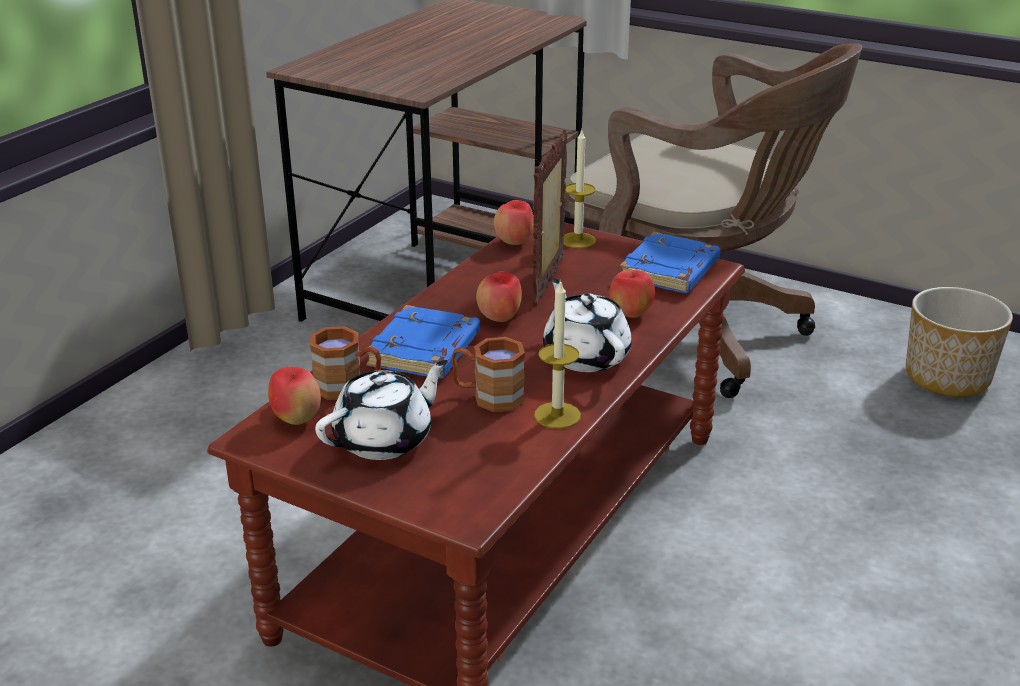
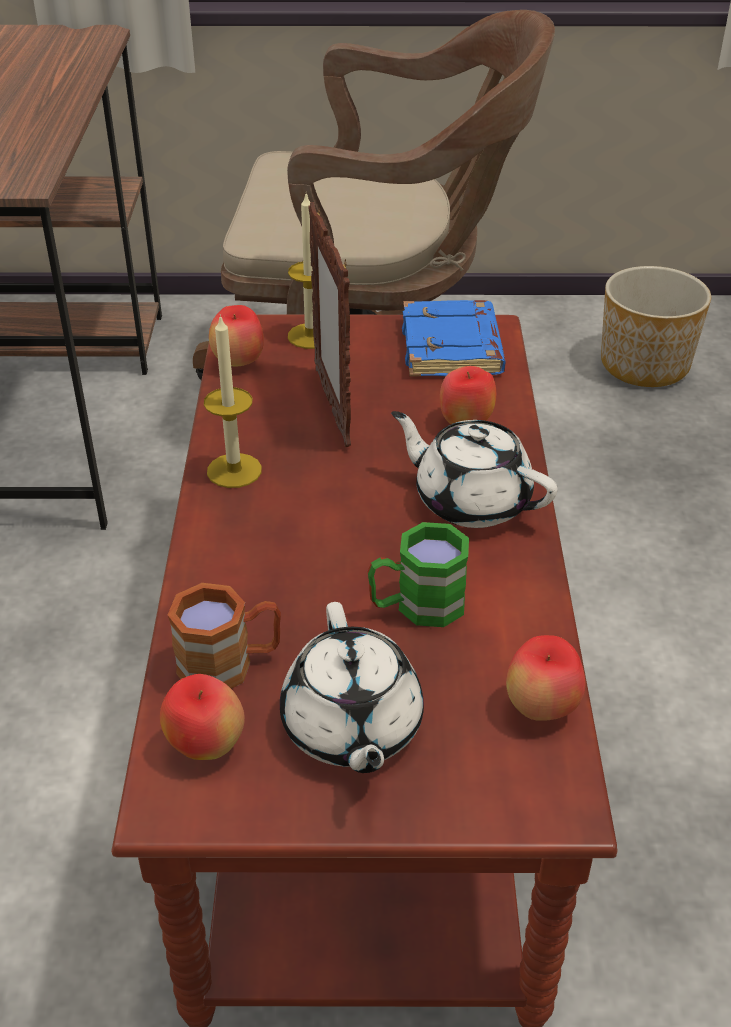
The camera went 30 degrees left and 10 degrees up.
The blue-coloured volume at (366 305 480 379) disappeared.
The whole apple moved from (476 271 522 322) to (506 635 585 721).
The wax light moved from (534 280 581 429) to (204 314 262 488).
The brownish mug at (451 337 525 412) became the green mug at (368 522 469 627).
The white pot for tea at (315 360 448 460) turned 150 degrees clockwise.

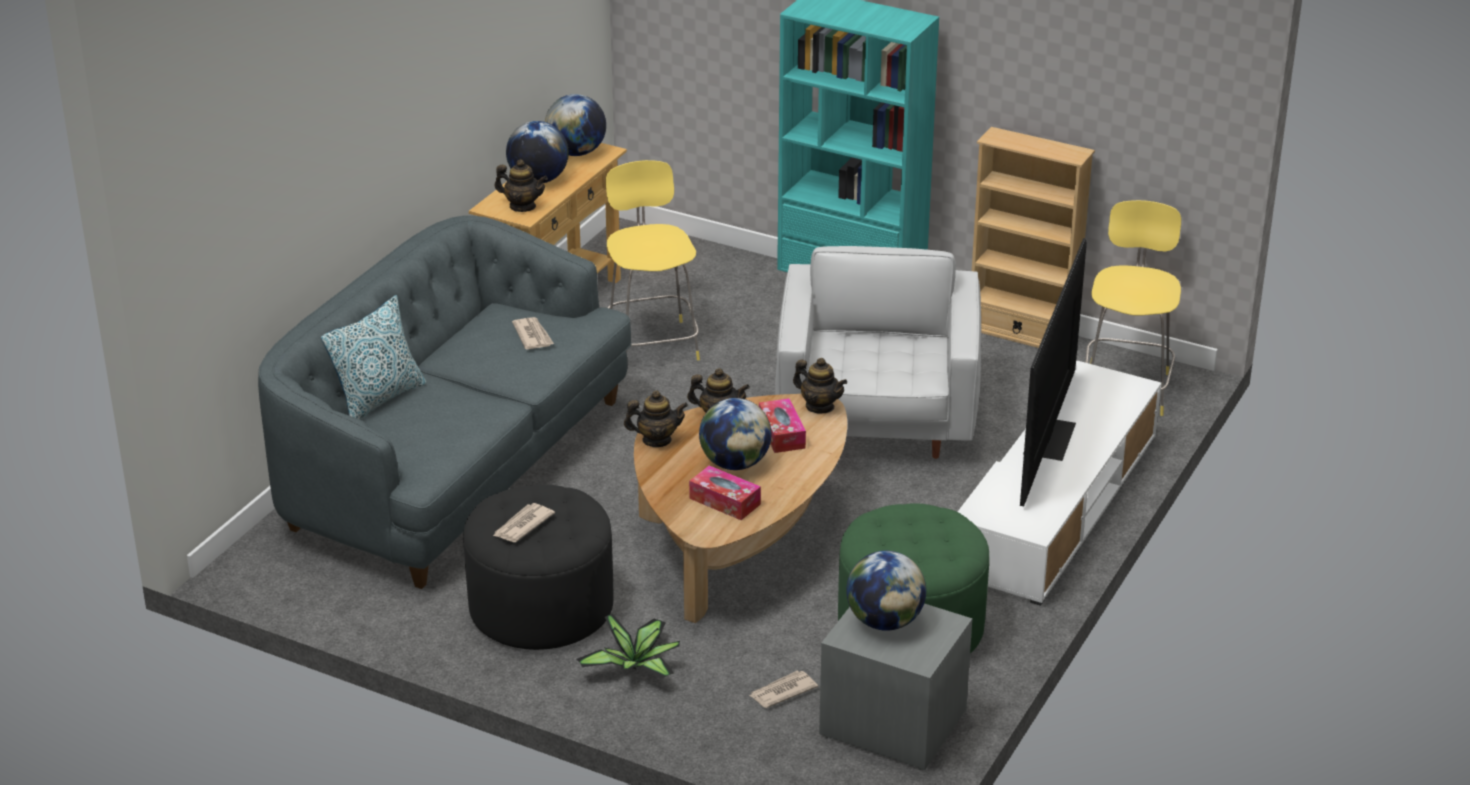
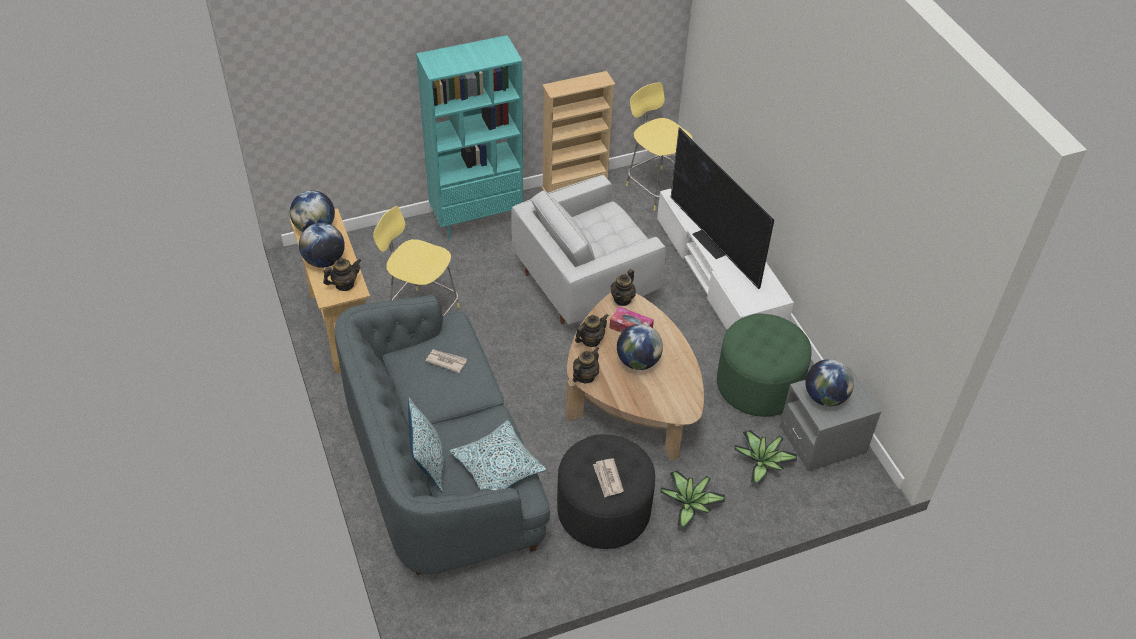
The camera went 50 degrees left and 15 degrees up.
The tissue holder at (689 465 761 520) disappeared.
The throw pillow at (449 421 547 490) appeared.
The daily paper at (749 671 818 708) was replaced by the houseplant at (734 430 797 484).
The white lounge chair at (775 246 981 459) turned 75 degrees counterclockwise.
The pot for tea at (793 358 847 413) turned 135 degrees clockwise.

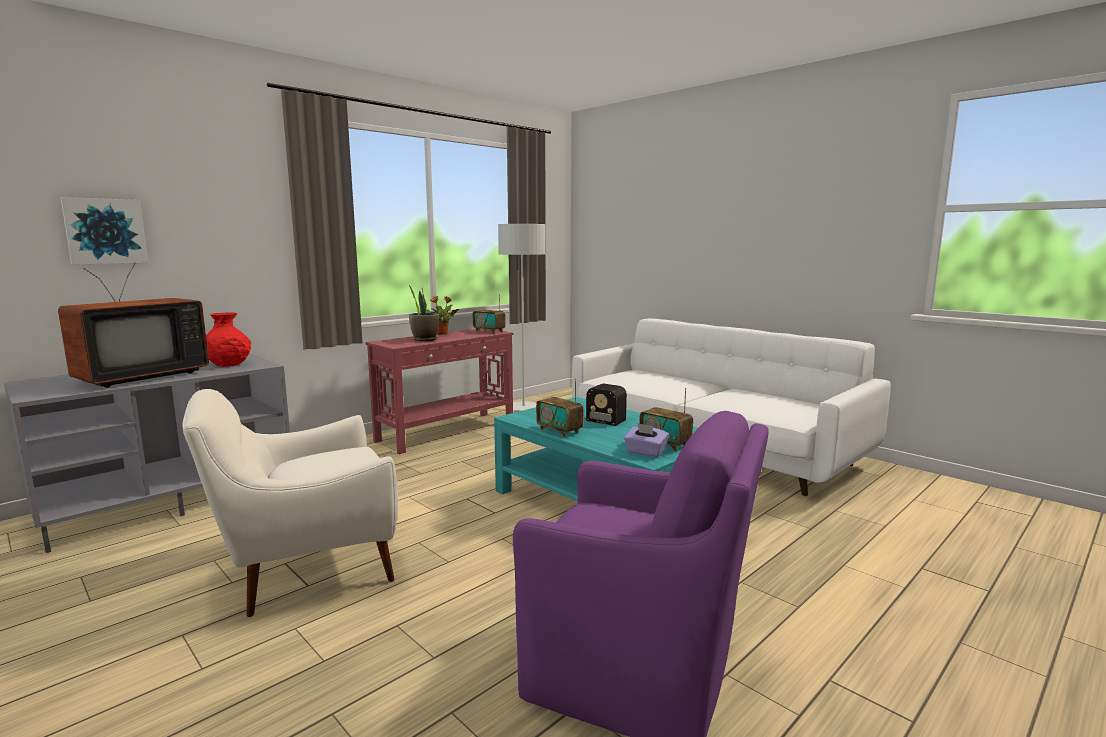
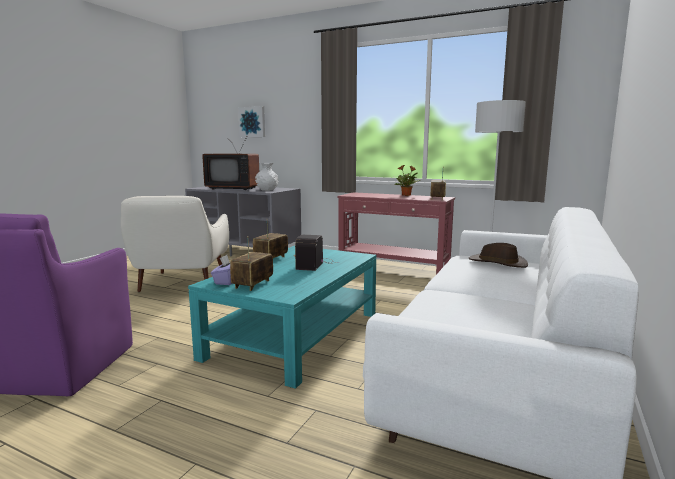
The camera went 70 degrees right and 0 degrees up.
The houseplant at (409 286 439 341) disappeared.
The brownish wearable hat at (469 243 528 268) appeared.
The red vase at (206 313 251 367) became the white vase at (255 163 279 191).
The white lounge chair at (182 389 398 617) turned 135 degrees counterclockwise.

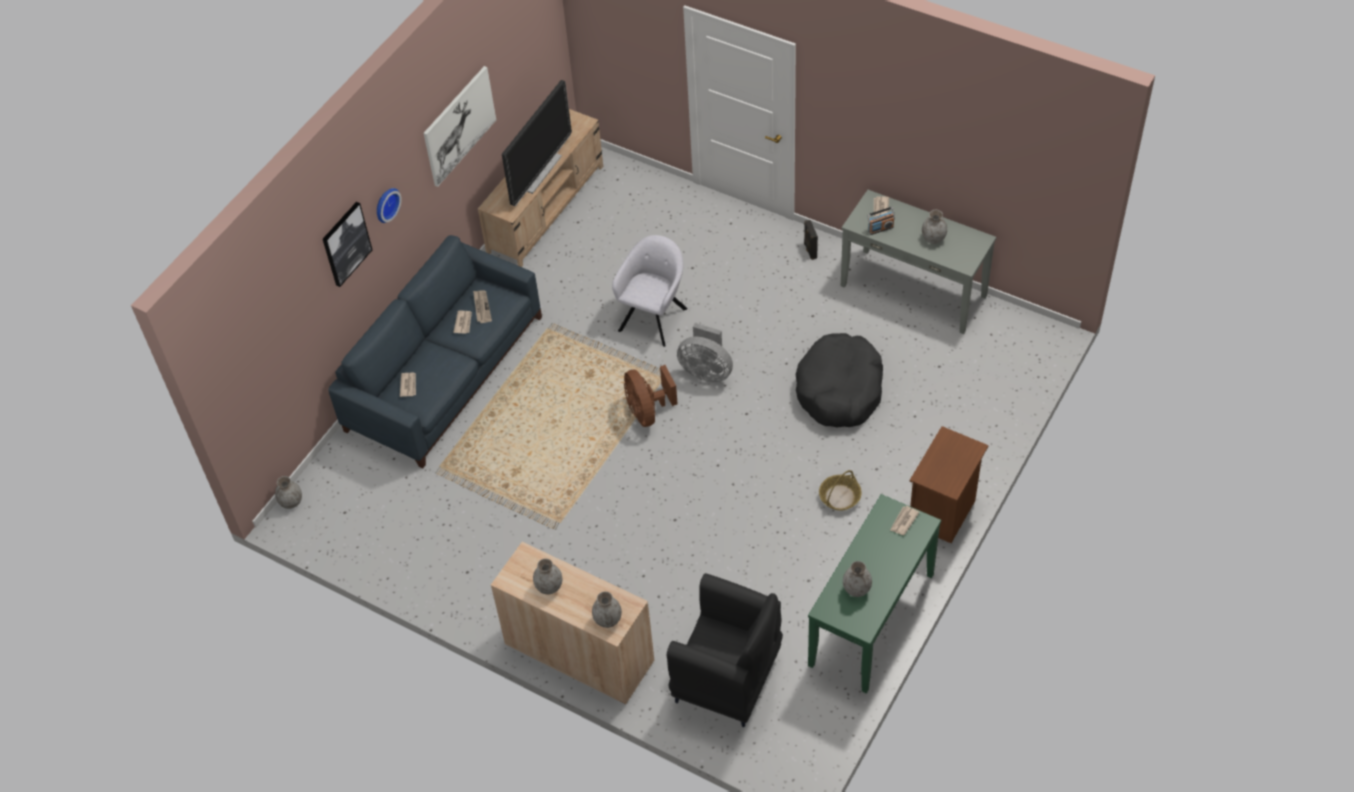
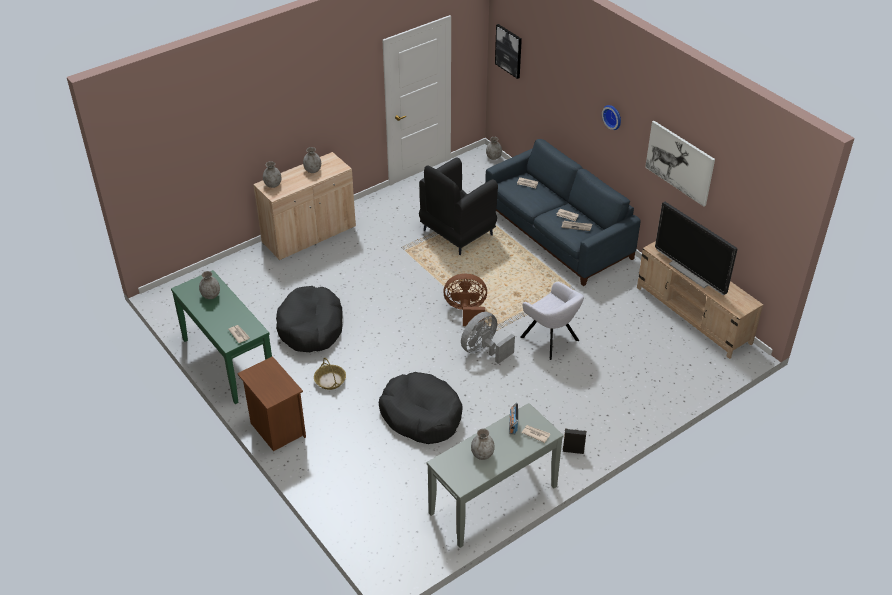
The camera went 110 degrees right and 10 degrees down.
The black-coloured dog bed at (276 286 343 352) appeared.
The wall picture moved from (323 202 372 287) to (495 24 522 79).
The black-coloured lounge chair moved from (667 573 783 727) to (419 158 498 255).

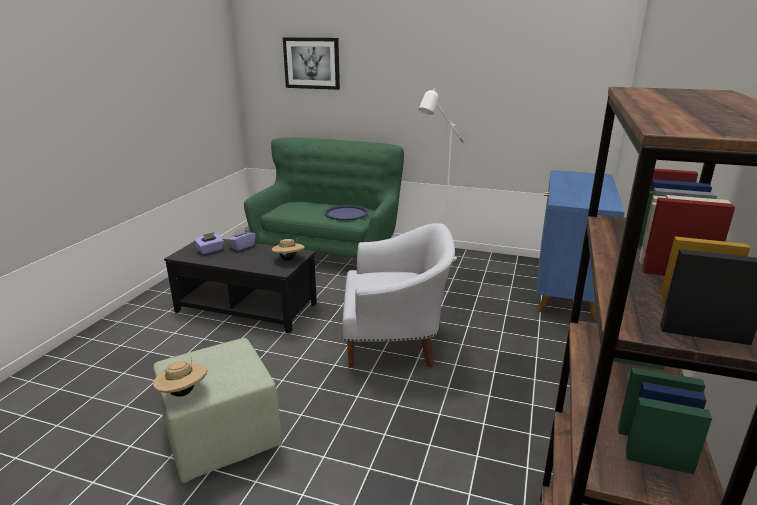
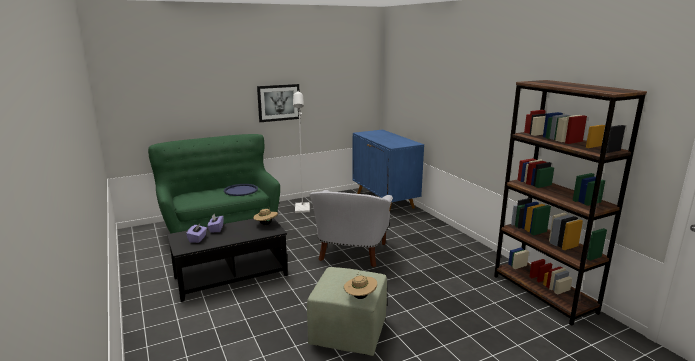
The camera went 45 degrees left and 5 degrees down.
The wall picture moved from (283 37 340 90) to (257 84 299 122).
The white lounge chair at (342 223 455 368) turned 150 degrees clockwise.

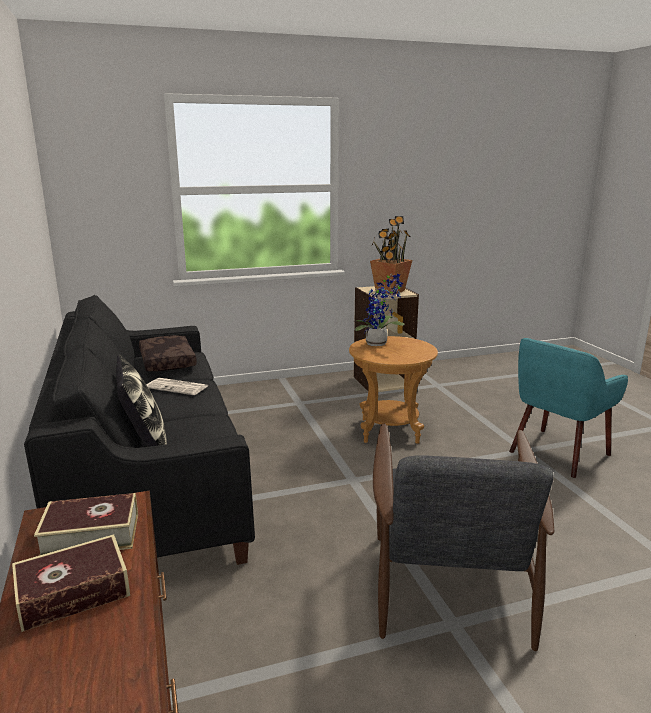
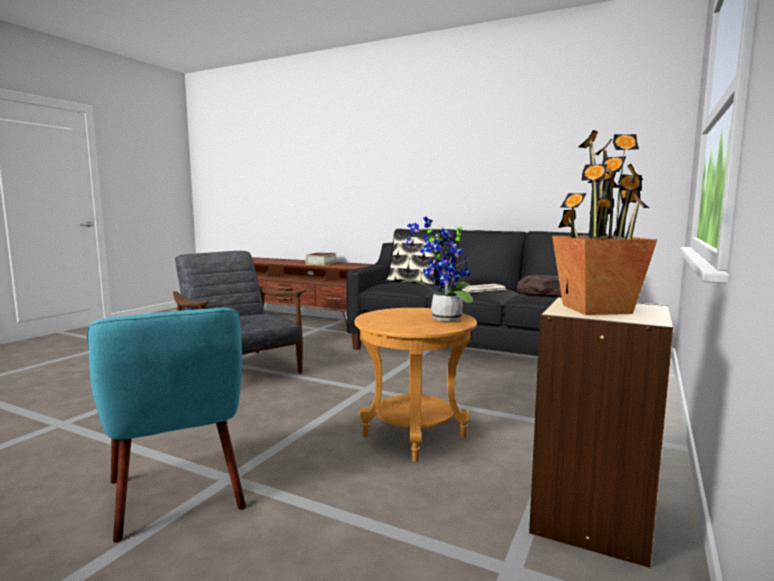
The camera went 135 degrees right and 10 degrees down.
The volume at (34 493 138 556) disappeared.
The turquoise lounge chair at (509 338 628 478) turned 150 degrees clockwise.

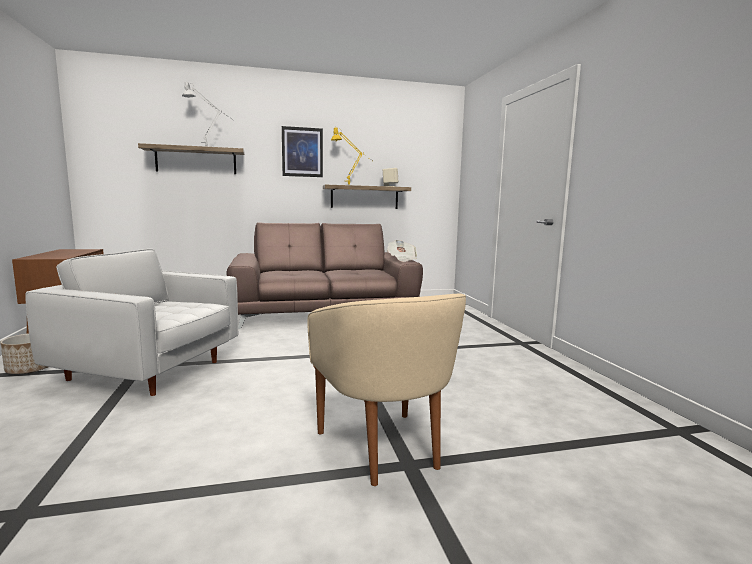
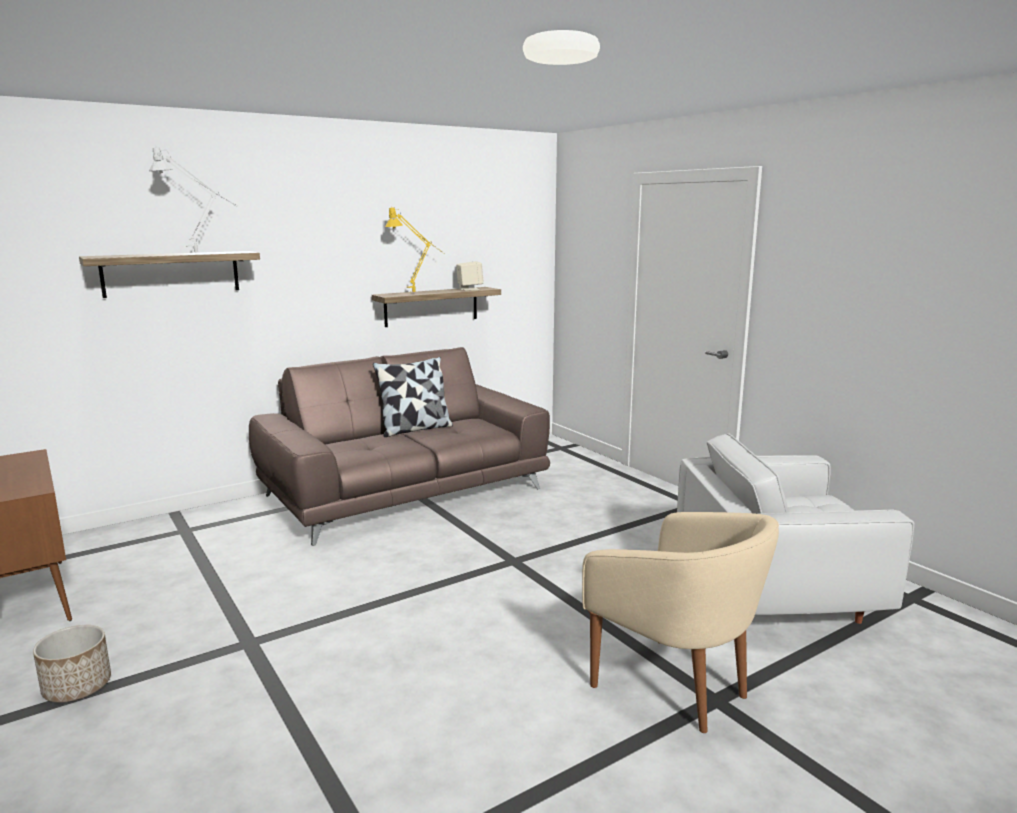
The camera went 20 degrees left and 5 degrees up.
The wall picture at (282 126 323 177) disappeared.
The daily paper at (387 240 417 262) disappeared.
The throw pillow at (373 357 453 437) appeared.
The white lounge chair moved from (25 249 238 396) to (677 433 914 624).

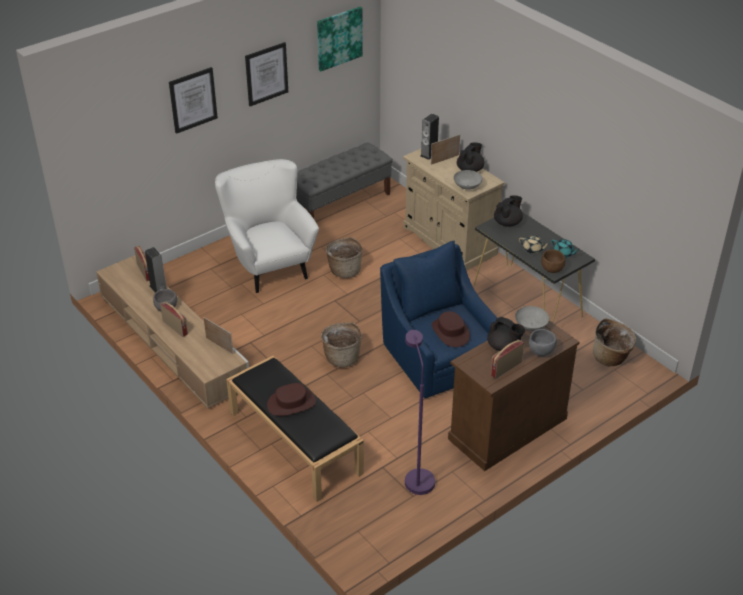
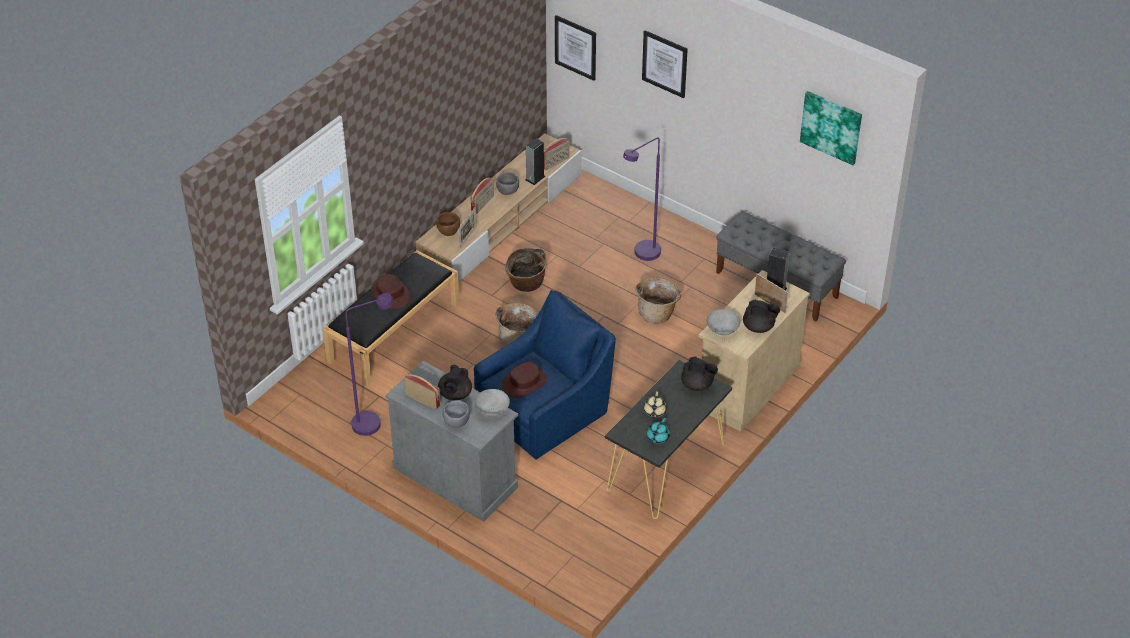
The camera went 75 degrees right and 5 degrees up.
The wall picture moved from (245 42 288 106) to (555 15 596 81).
The brownish serving bowl moved from (541 249 565 273) to (436 212 460 236).
The household basket moved from (593 319 636 367) to (505 248 547 292).
The white lounge chair at (215 159 319 293) was replaced by the purple floor lamp at (623 138 661 261).
The brownish cabinet at (448 320 579 471) became the grey cabinet at (385 361 518 522).

